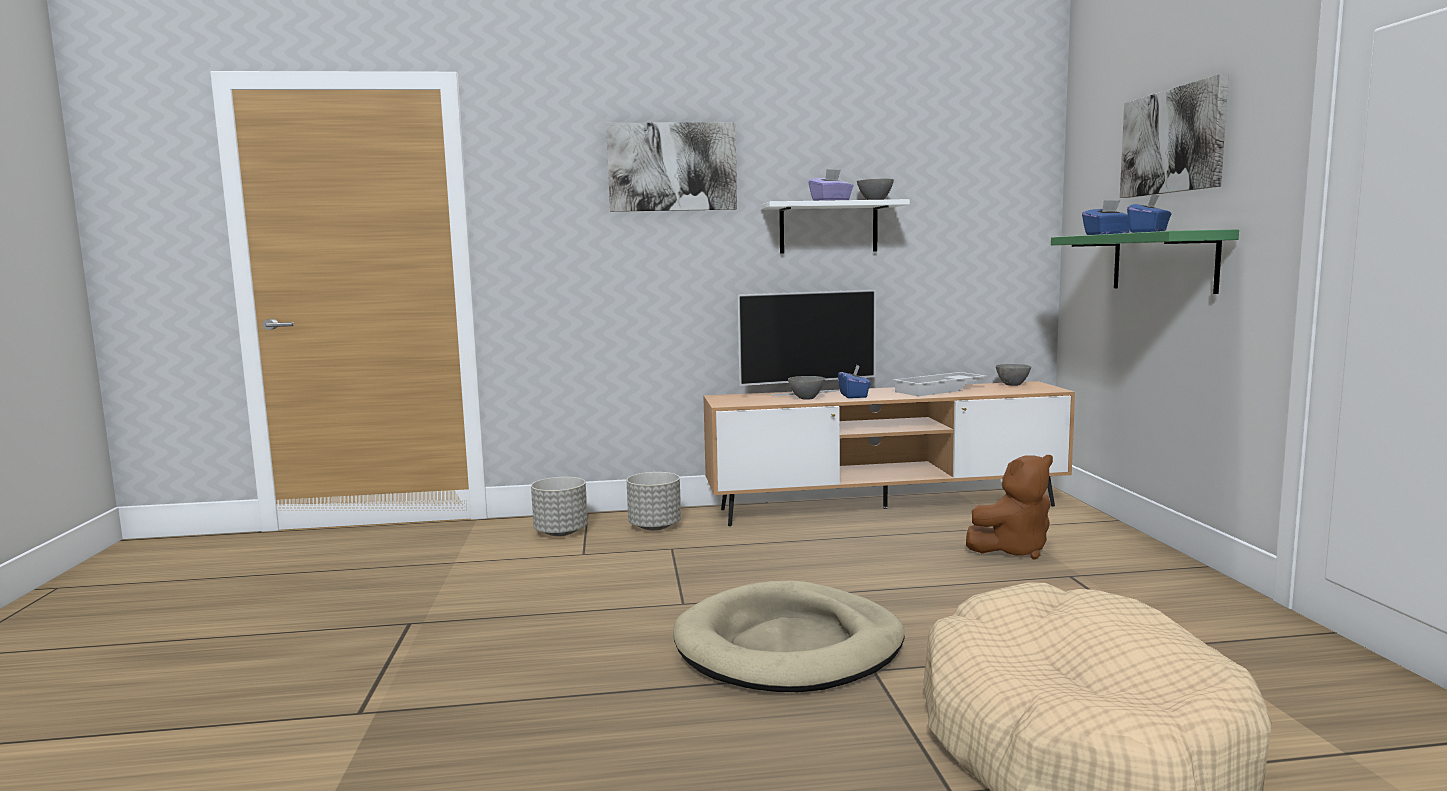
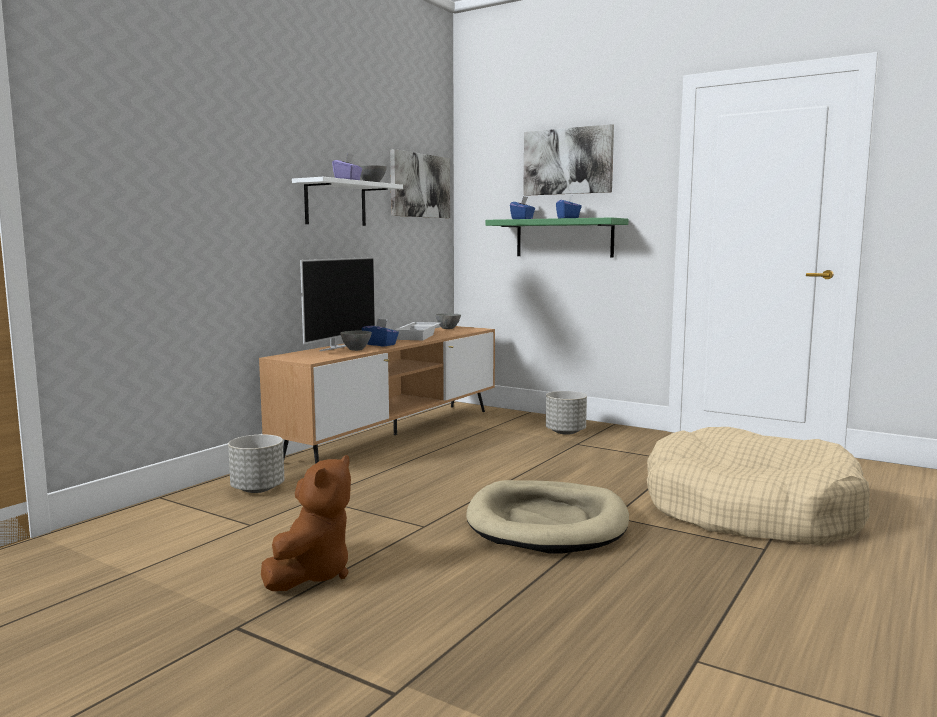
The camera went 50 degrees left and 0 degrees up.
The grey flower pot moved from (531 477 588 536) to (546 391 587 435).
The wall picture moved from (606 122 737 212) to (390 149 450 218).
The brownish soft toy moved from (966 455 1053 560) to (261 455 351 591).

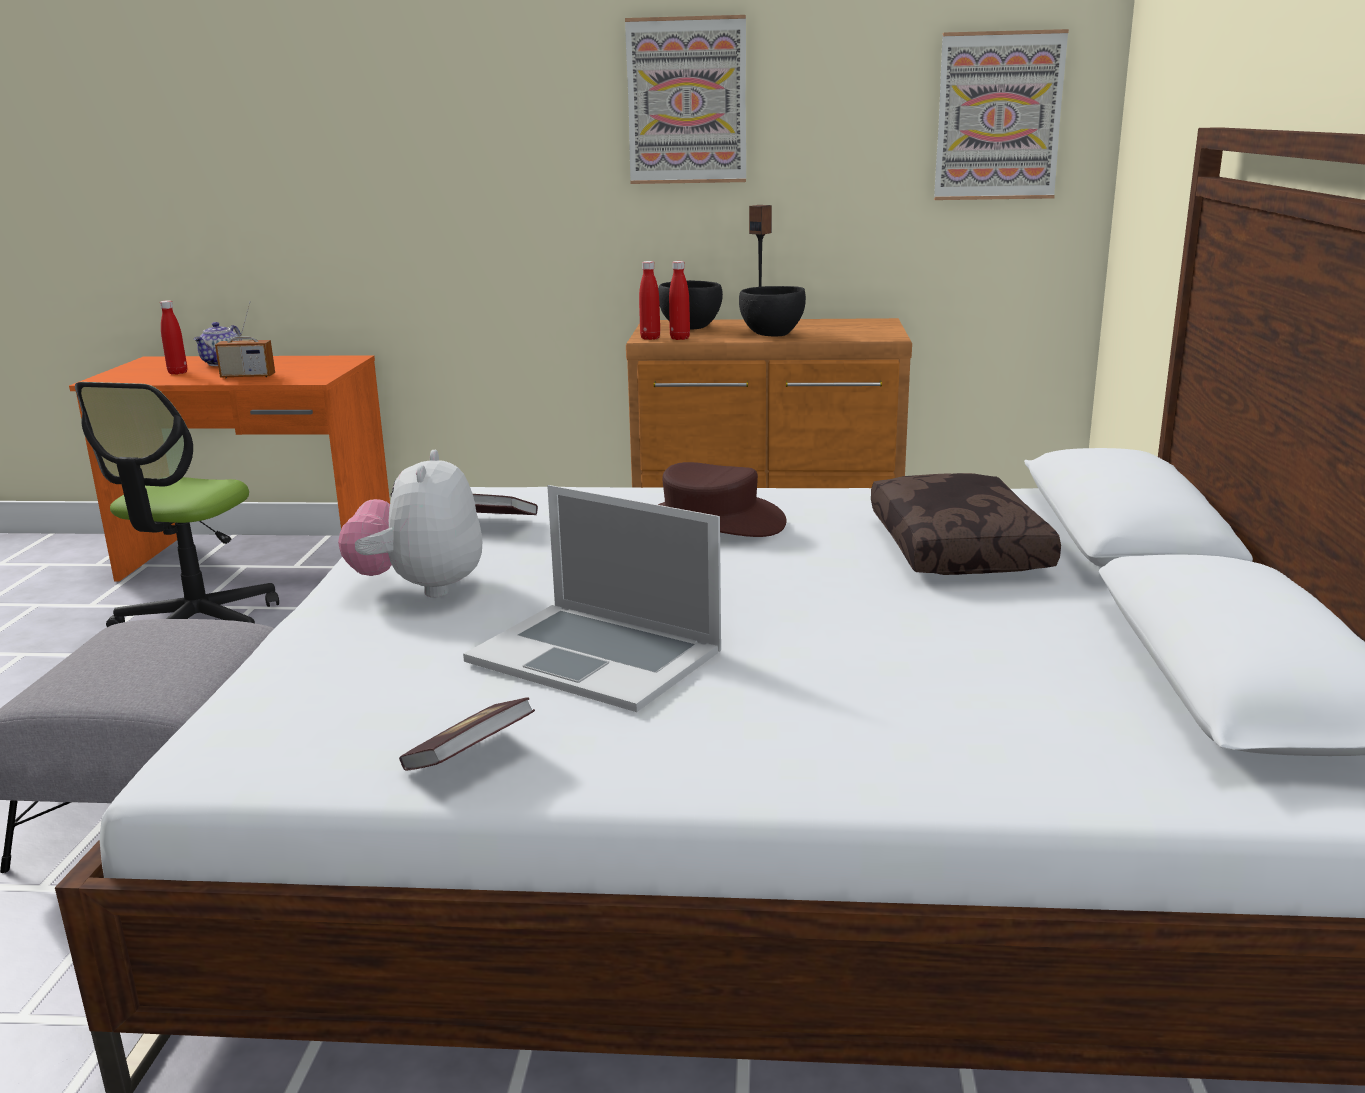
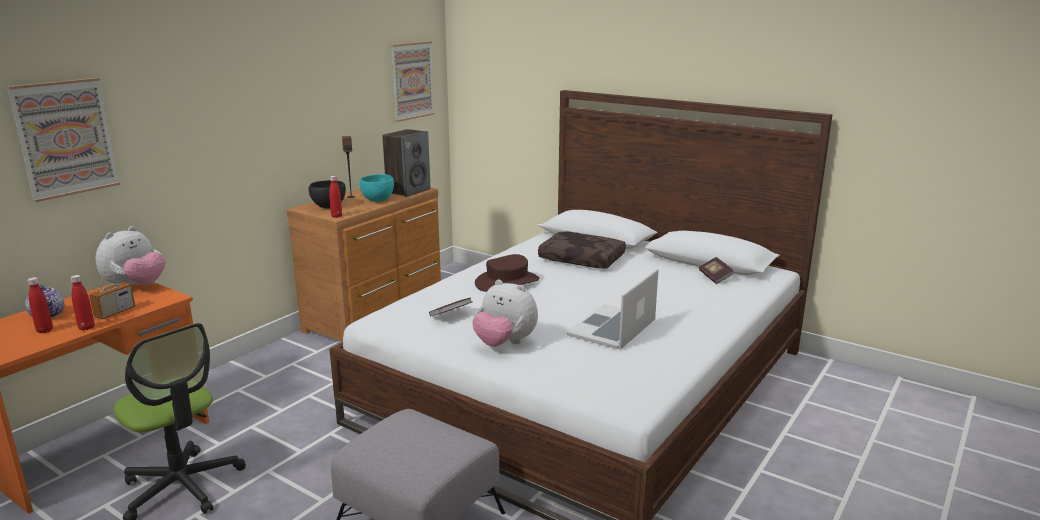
The camera went 60 degrees left and 0 degrees up.
The soft toy at (95 226 165 285) appeared.
The audio speaker at (382 129 430 197) appeared.
The volume moved from (399 697 535 771) to (699 257 734 284).
The wall picture moved from (625 15 746 184) to (6 78 120 202).
The red bottle moved from (669 261 690 340) to (70 275 95 331).
The black-coloured serving bowl at (739 286 806 336) became the turquoise serving bowl at (359 174 394 202).
The laptop at (463 485 721 712) turned 150 degrees clockwise.

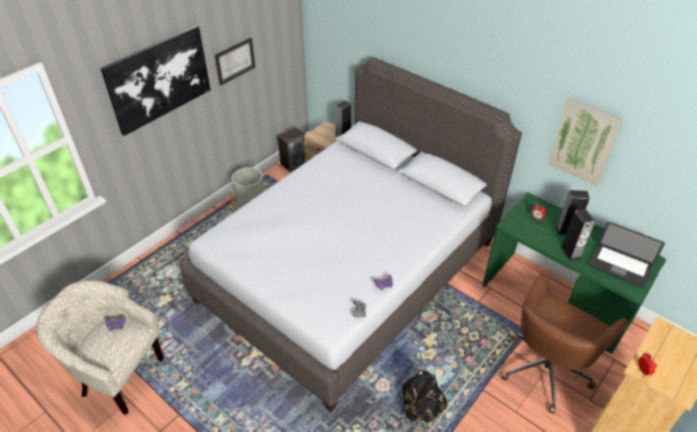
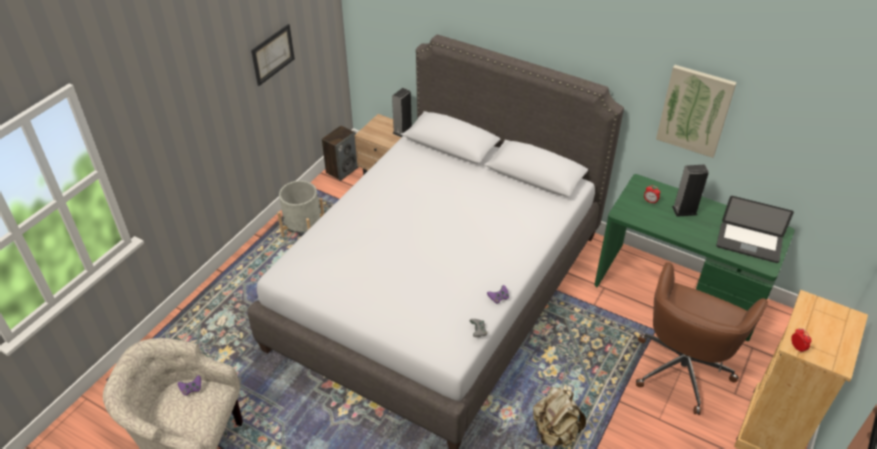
The camera went 10 degrees left and 0 degrees up.
The wall picture at (100 25 211 136) disappeared.
The audio speaker at (560 209 595 261) disappeared.
The black-coloured backpack at (402 369 448 423) became the beige backpack at (533 387 586 446).

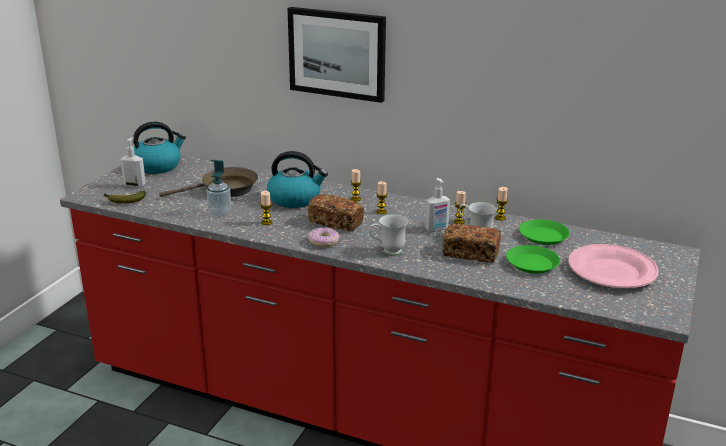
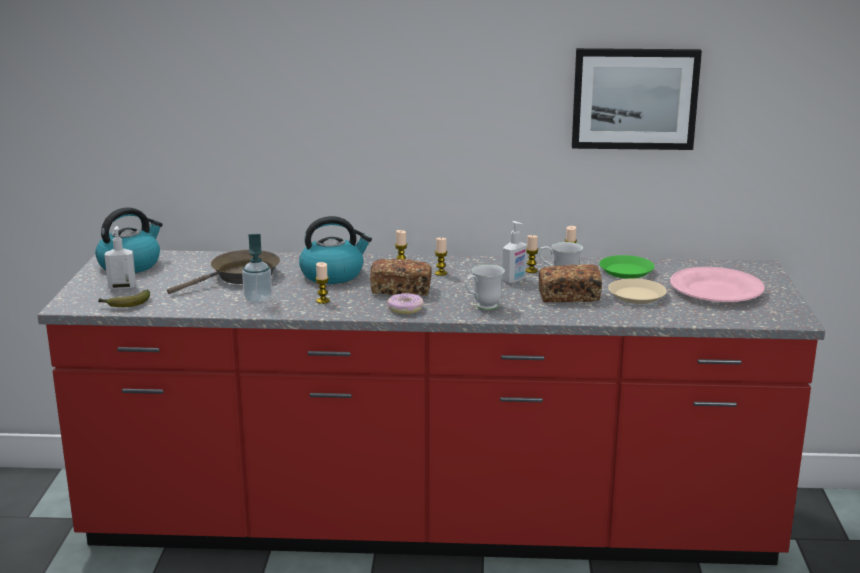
The camera went 20 degrees left and 5 degrees down.
The wall picture moved from (287 7 386 103) to (572 48 702 150).
The green dinner plate at (506 245 560 274) became the beige dinner plate at (608 278 667 304).

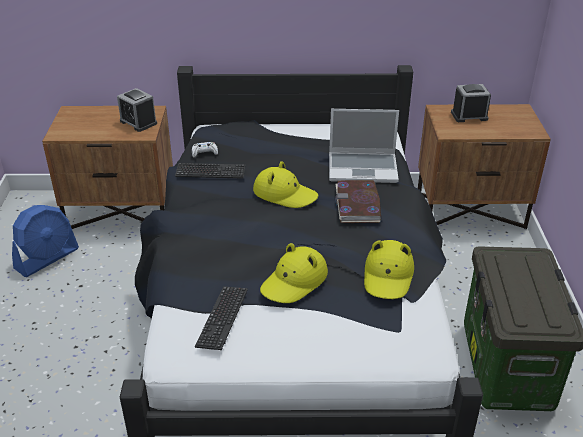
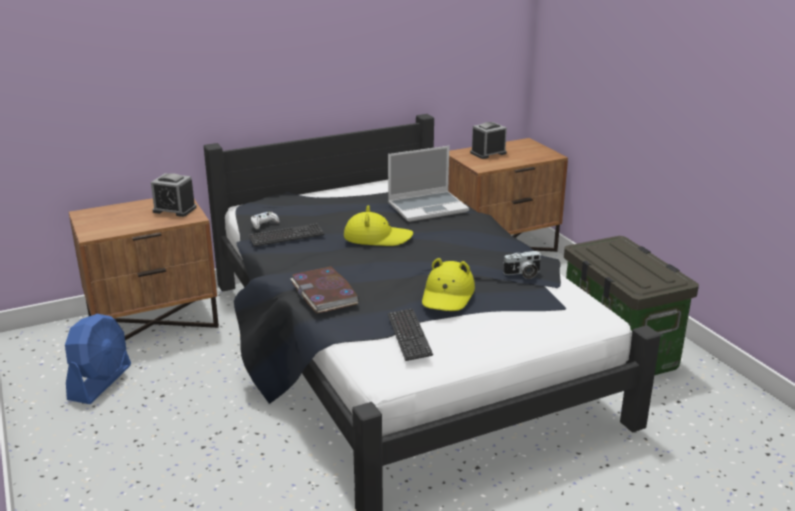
The camera went 25 degrees left and 10 degrees down.
The volume moved from (335 180 381 223) to (290 266 359 314).
The yellow-coloured wearable hat at (364 240 414 299) was replaced by the photo camera at (503 251 541 279).

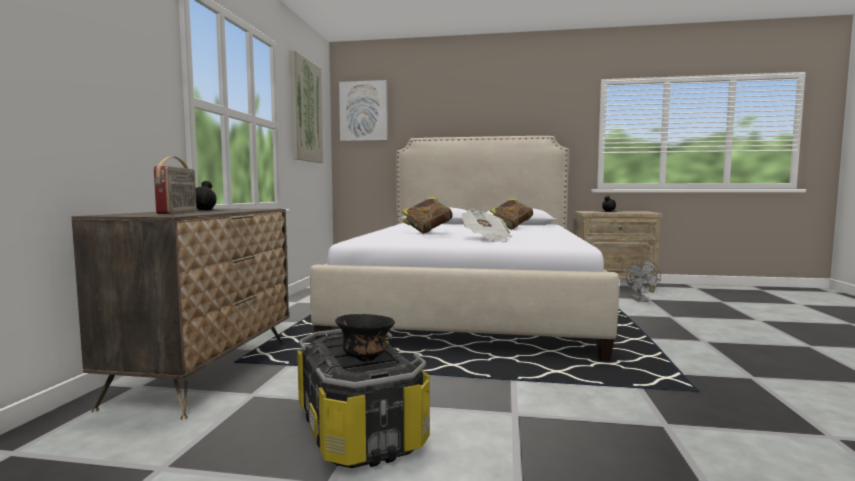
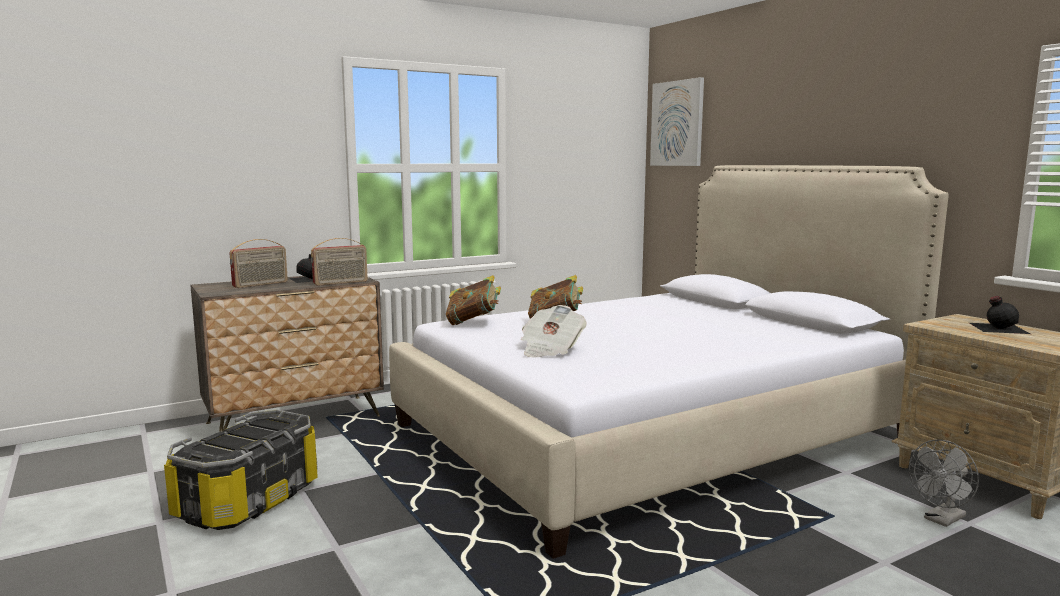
The camera went 50 degrees right and 5 degrees up.
The wall picture at (290 50 323 163) disappeared.
The black-coloured serving bowl at (335 314 395 362) disappeared.
The radio at (311 238 368 286) appeared.
The volume moved from (490 197 533 230) to (446 275 501 325).

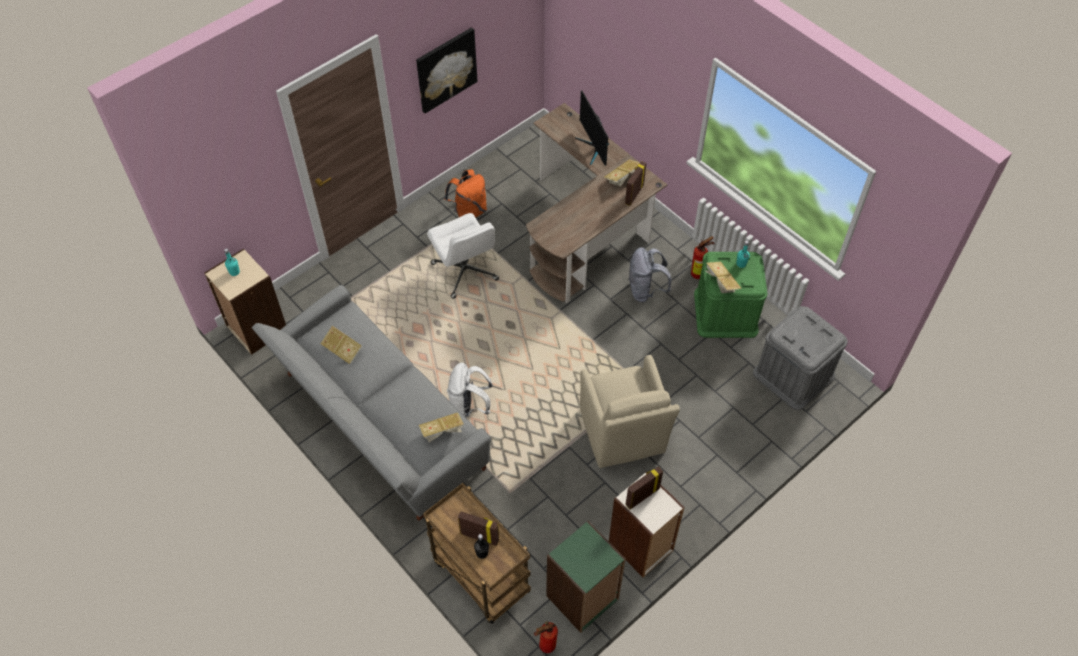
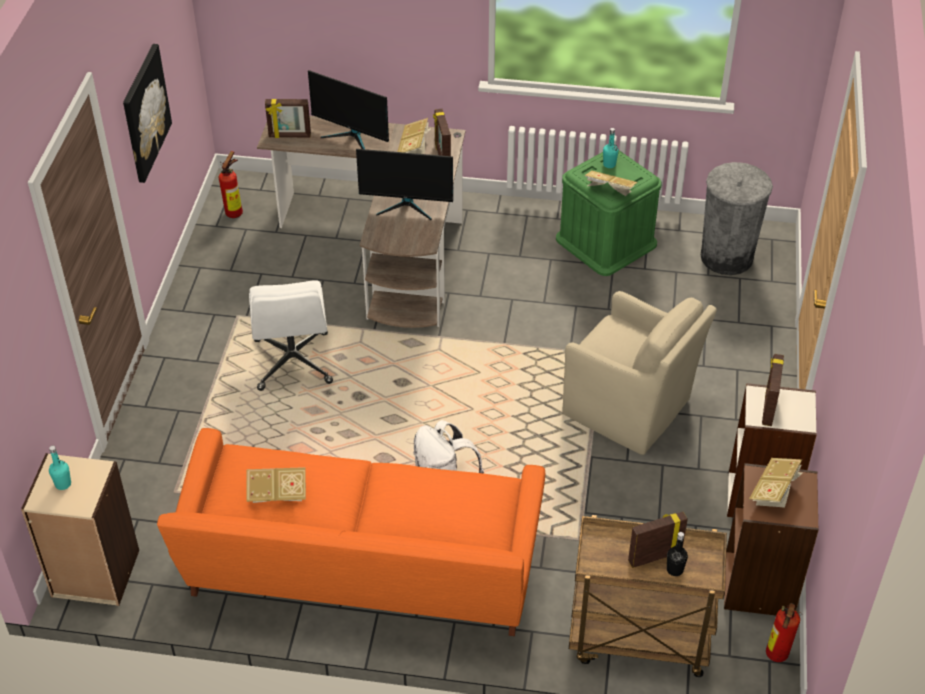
The camera went 40 degrees left and 10 degrees down.
The orange-coloured backpack at (444 169 487 218) disappeared.
The grey backpack at (628 247 671 302) disappeared.
The photo frame at (265 99 311 138) appeared.
The monitor at (356 149 453 220) appeared.
The volume moved from (419 413 464 443) to (749 458 803 508).
The fire-fighting cylinder moved from (691 236 714 279) to (219 151 243 218).
The grey storage container at (753 306 848 410) was replaced by the grey waste bin at (701 162 773 275).
The grey sofa at (252 285 491 521) became the orange-coloured sofa at (157 428 545 636).
The green shelving unit at (546 521 626 633) became the brownish shelving unit at (724 463 819 615).
The white computer chair at (427 213 499 299) turned 60 degrees clockwise.

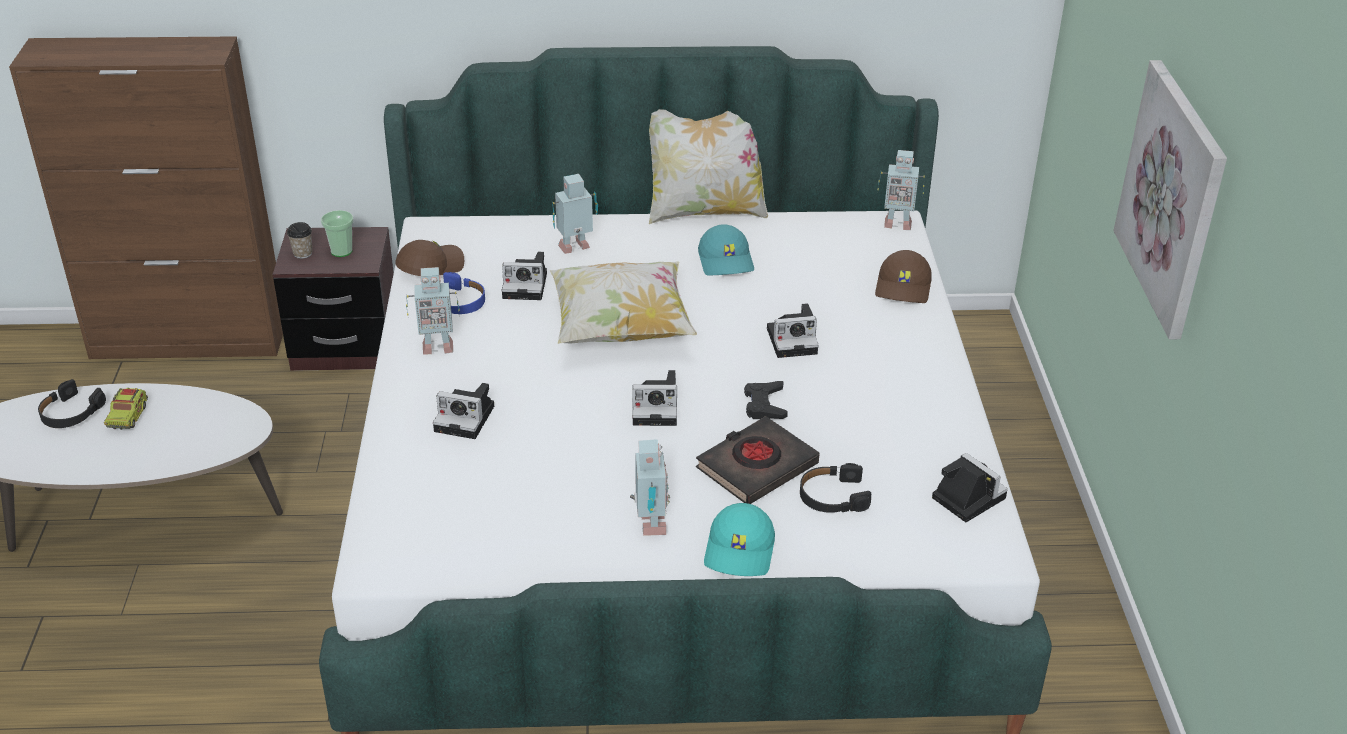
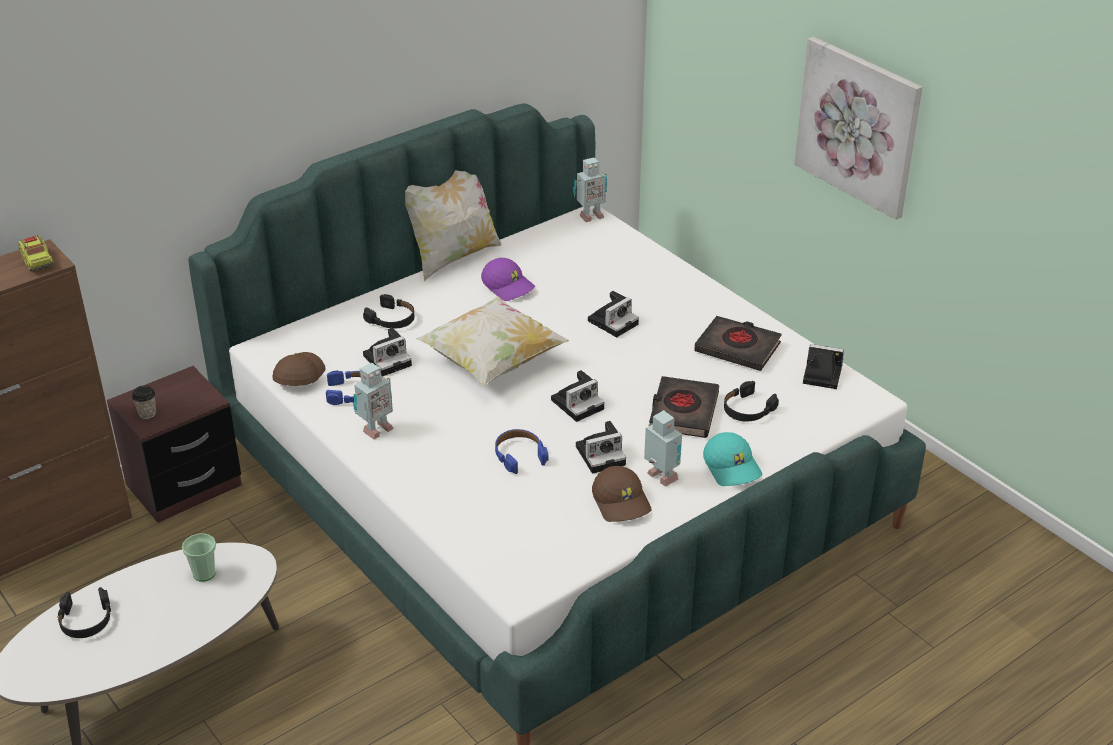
The camera went 35 degrees left and 0 degrees up.
The black-coloured gamepad at (744 381 788 419) disappeared.
The blue-coloured headset at (495 429 549 474) appeared.
The black-coloured volume at (694 316 782 371) appeared.
The toy truck moved from (104 388 148 430) to (18 235 53 271).
The cup moved from (321 210 353 257) to (182 533 216 582).
The photo camera moved from (433 383 494 439) to (576 421 626 474).
The brownish peaked cap moved from (875 250 932 303) to (592 466 652 522).
The toy robot at (552 174 598 254) was replaced by the black-coloured headset at (363 294 414 329).
The turquoise peaked cap at (698 225 754 275) became the purple peaked cap at (481 258 535 301).

